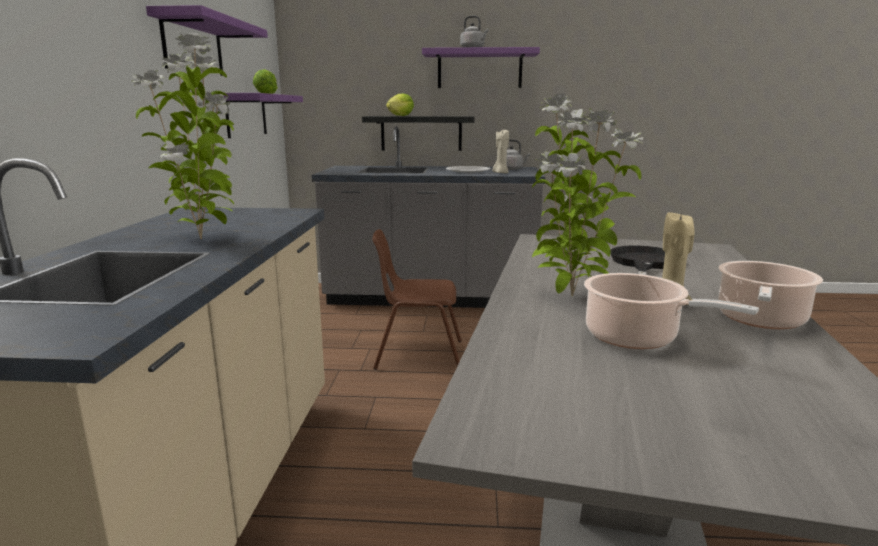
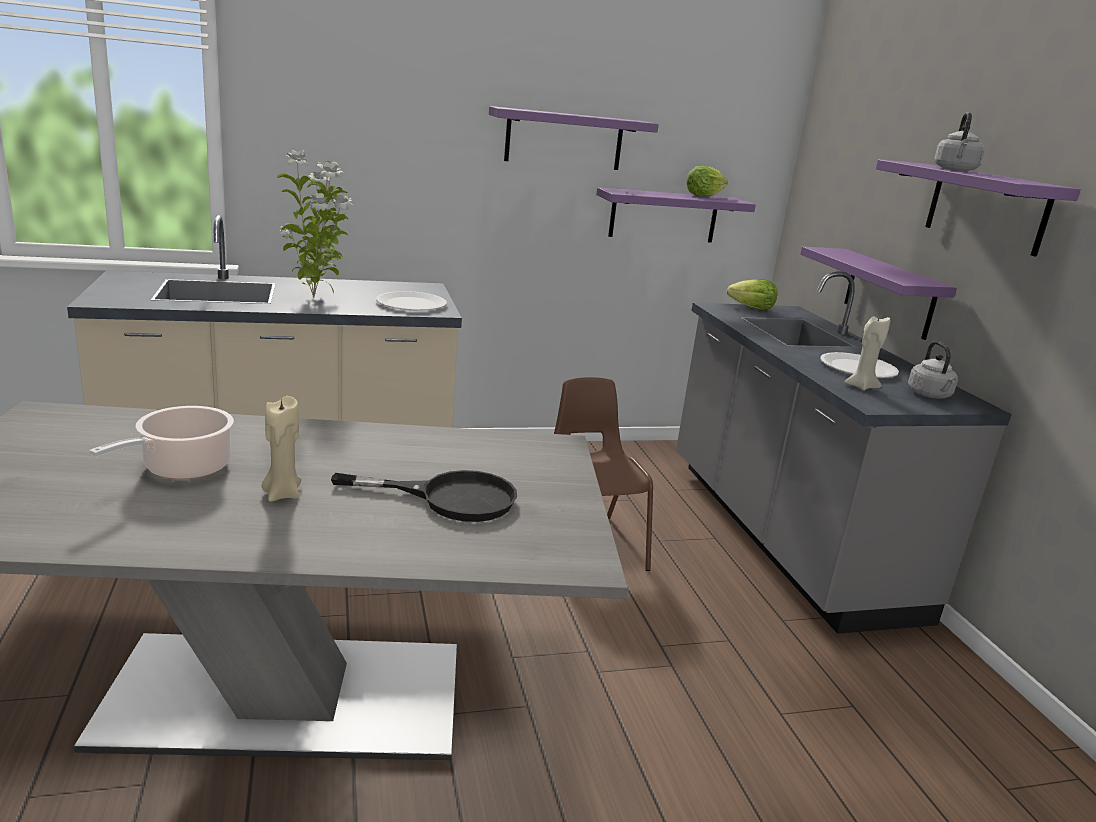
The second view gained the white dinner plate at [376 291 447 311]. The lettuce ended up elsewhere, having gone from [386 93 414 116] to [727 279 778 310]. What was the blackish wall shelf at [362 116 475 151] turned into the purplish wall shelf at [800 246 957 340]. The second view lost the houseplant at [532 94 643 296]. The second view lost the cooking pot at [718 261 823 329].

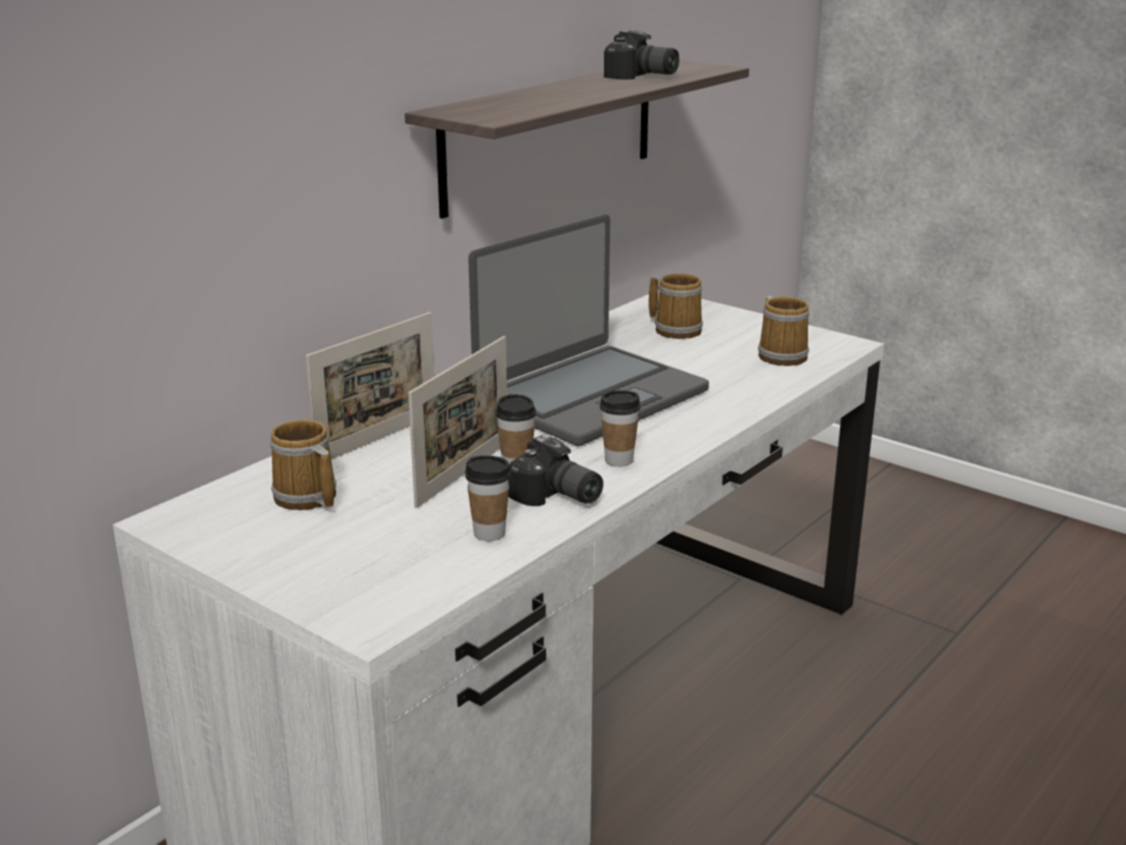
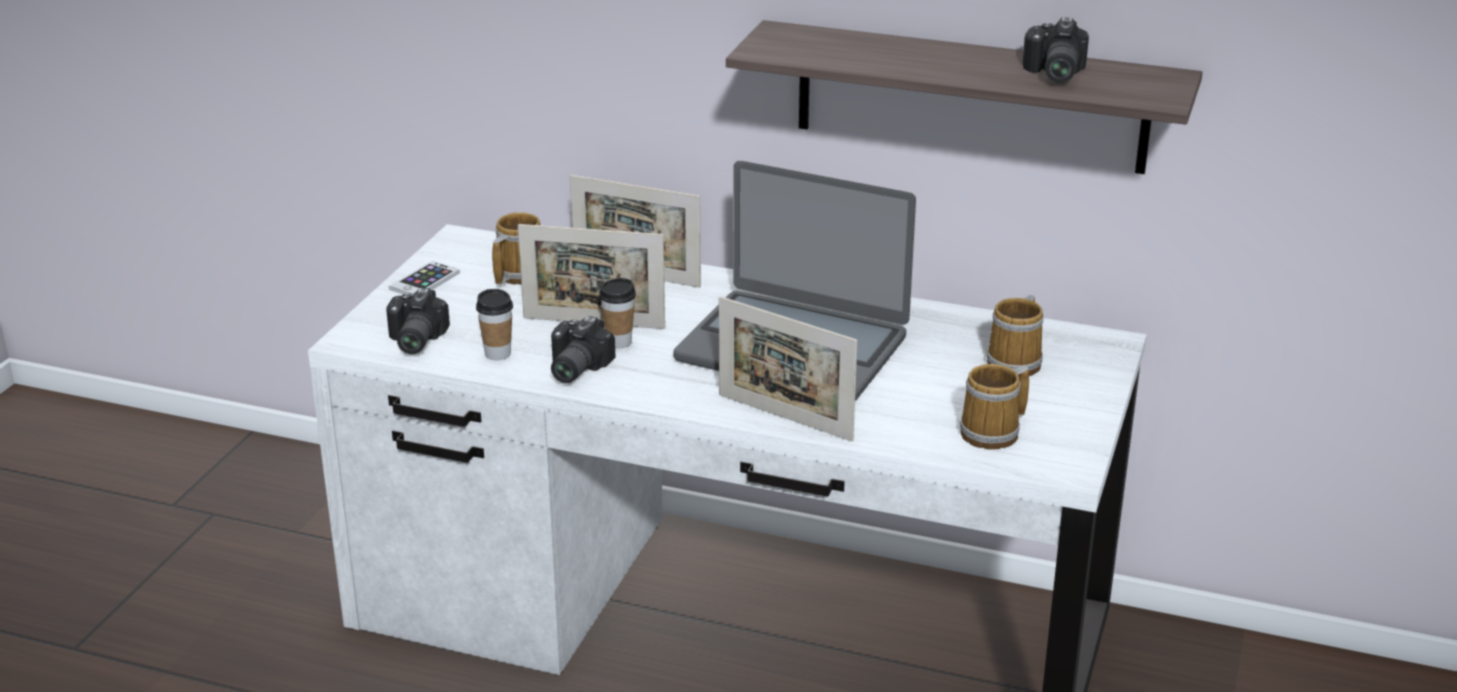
The second view gained the still camera at [386 288 450 354]. The second view gained the handset at [389 261 460 296]. The second view gained the standing frame at [719 296 858 441]. The second view lost the small cup at [600 390 641 467].

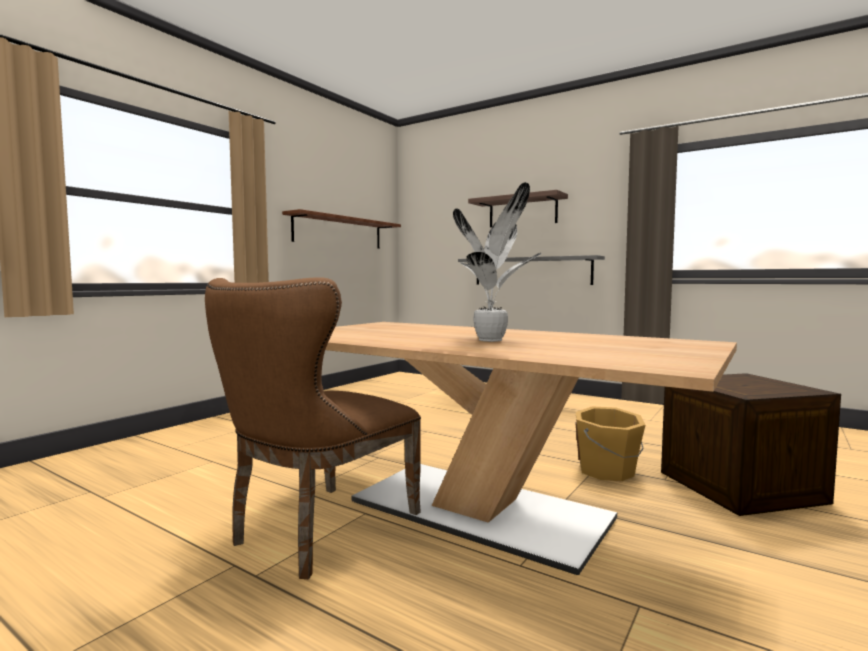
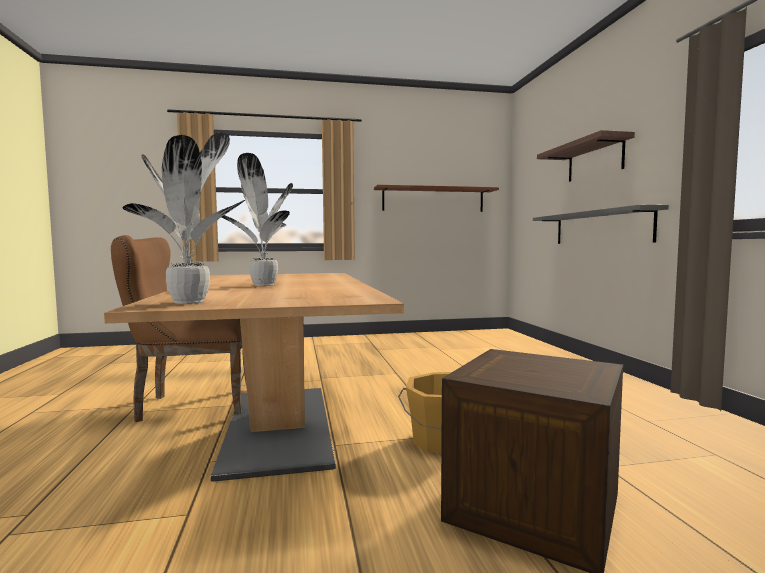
The second view gained the houseplant at [123 133 245 304].

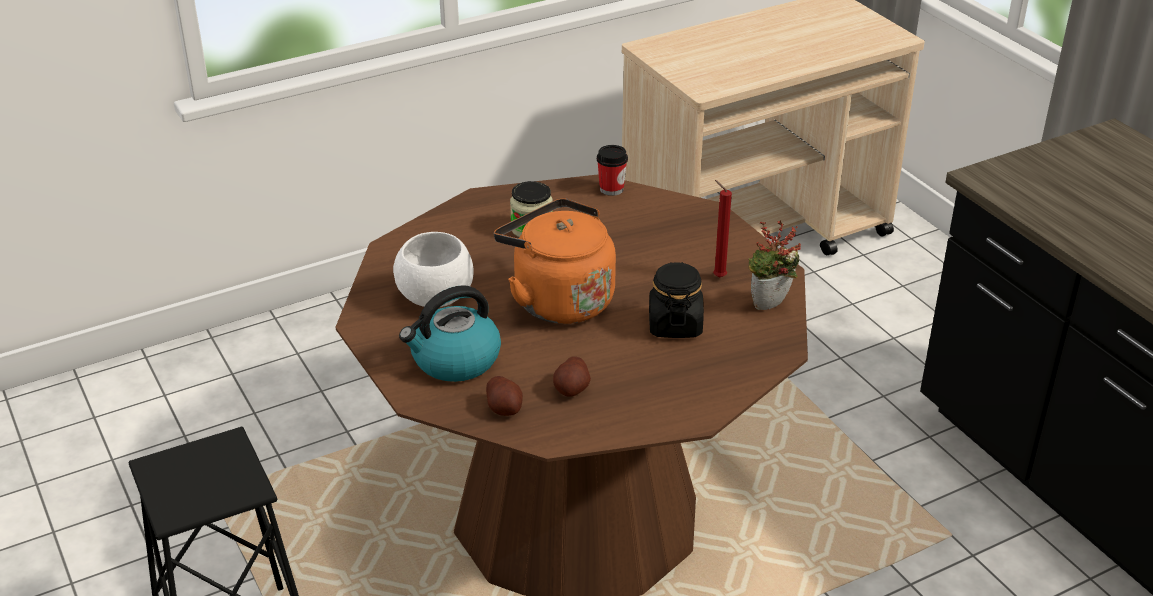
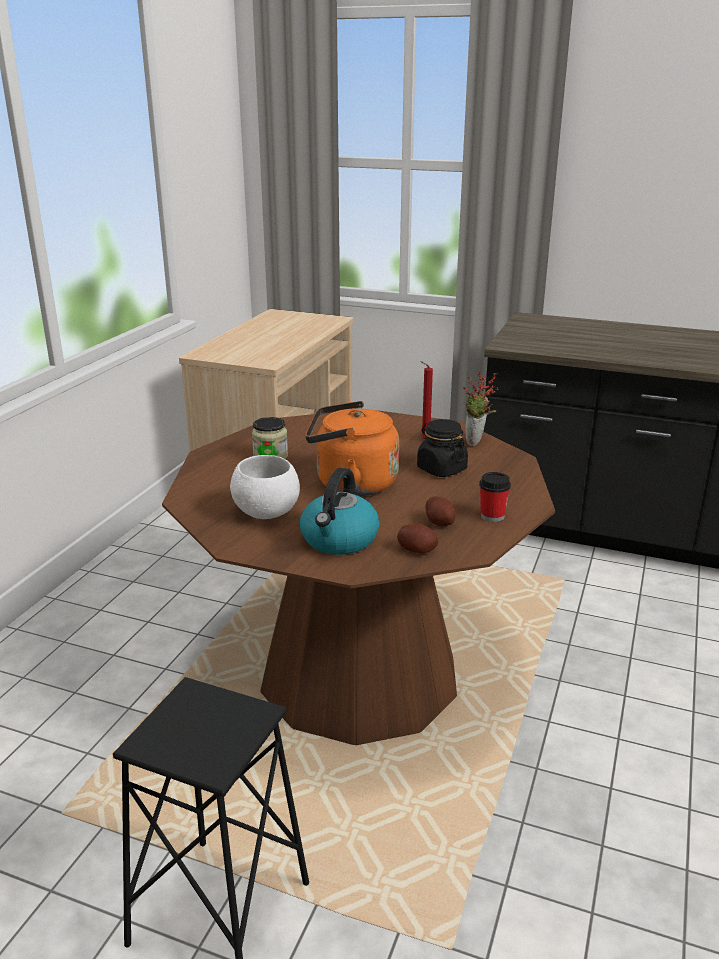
The small cup ended up elsewhere, having gone from [597 145 628 196] to [479 472 511 522].

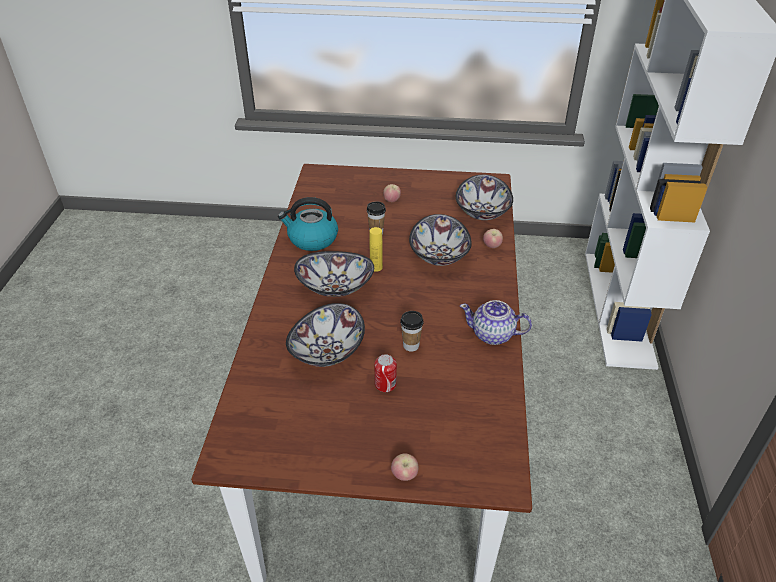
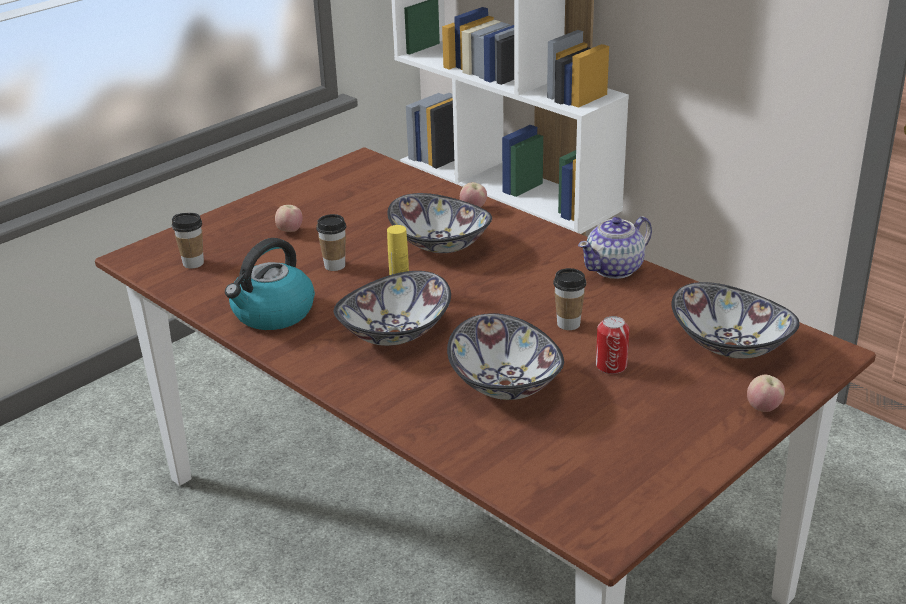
The second view gained the small cup at [172 213 204 269]. The serving bowl ended up elsewhere, having gone from [456 175 513 220] to [672 282 800 359].

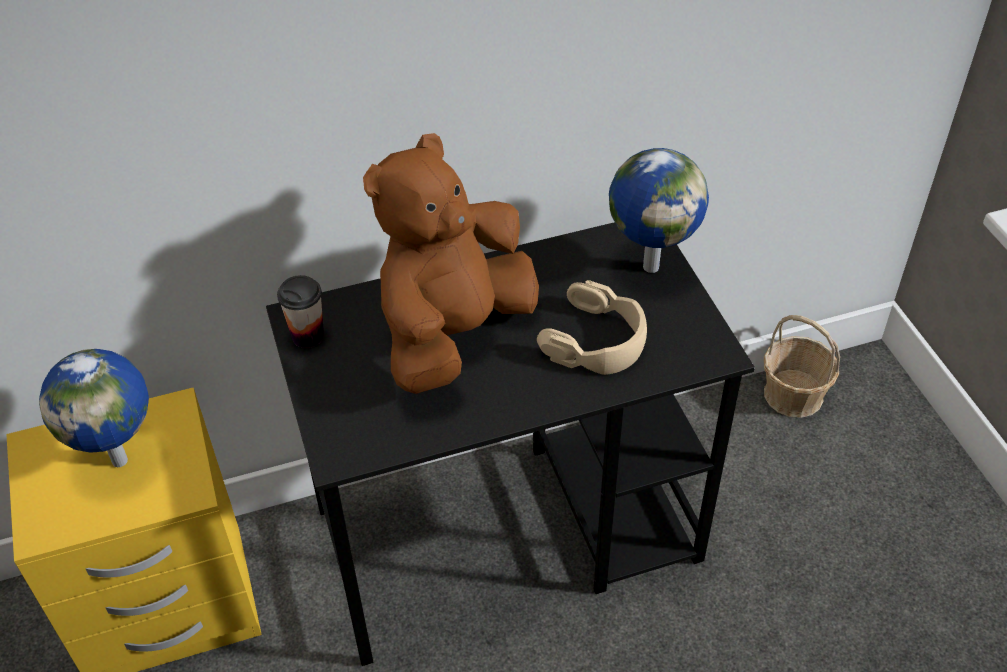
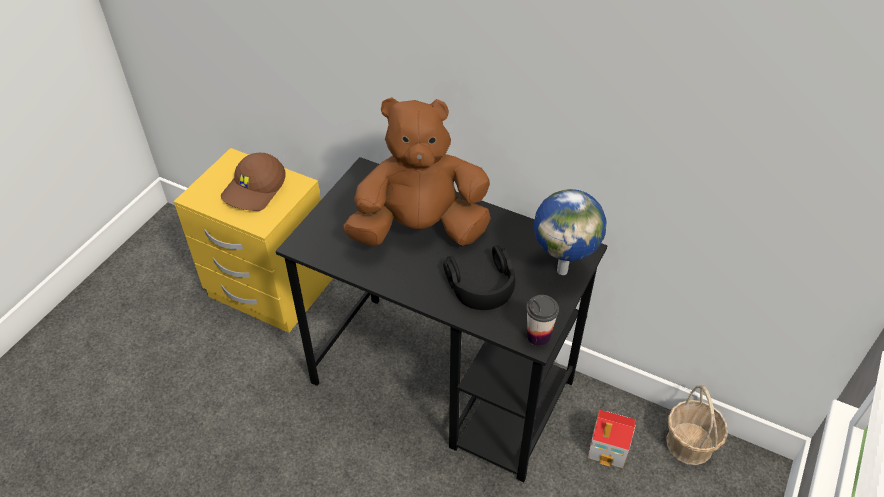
Where the globe stood at [39 349 149 467], the brown-coloured cap came to stand at [221 153 285 211]. What was the beige headset at [537 280 647 375] turned into the blackish headset at [443 245 515 310]. The small cup ended up elsewhere, having gone from [277 275 324 348] to [526 295 559 346]. The second view gained the toy house at [587 410 635 468].

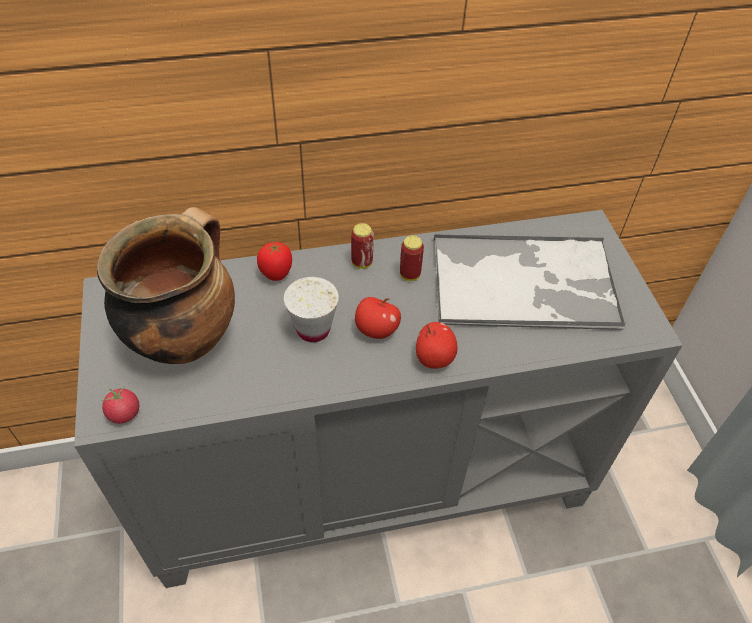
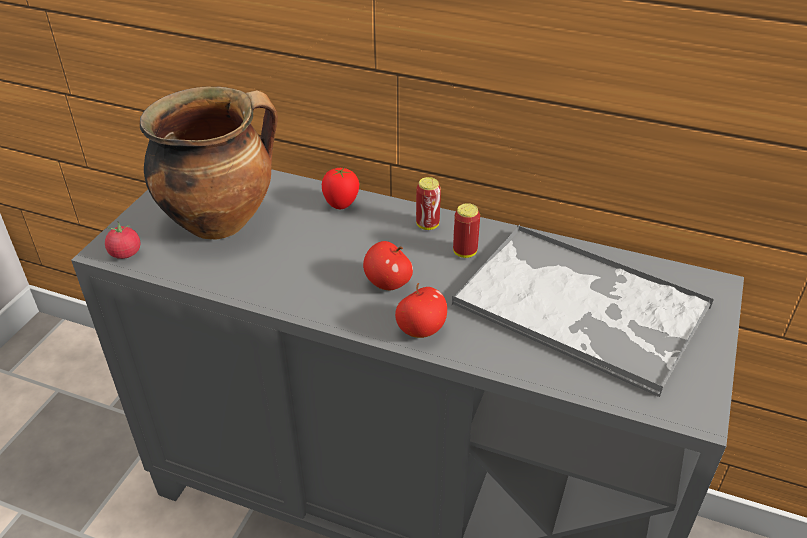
The second view lost the white small cup at [284 277 339 342].

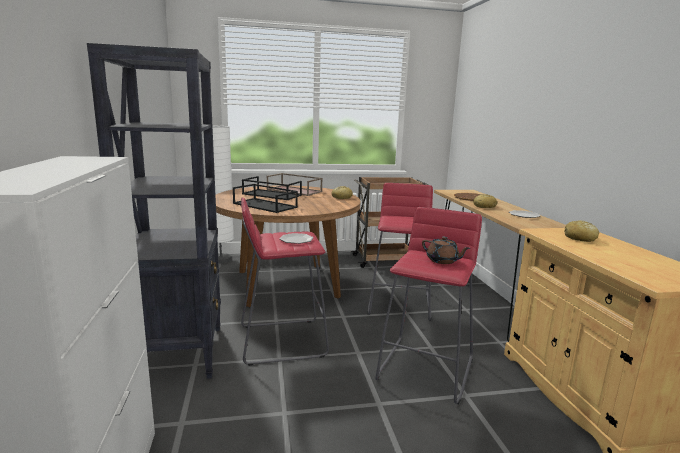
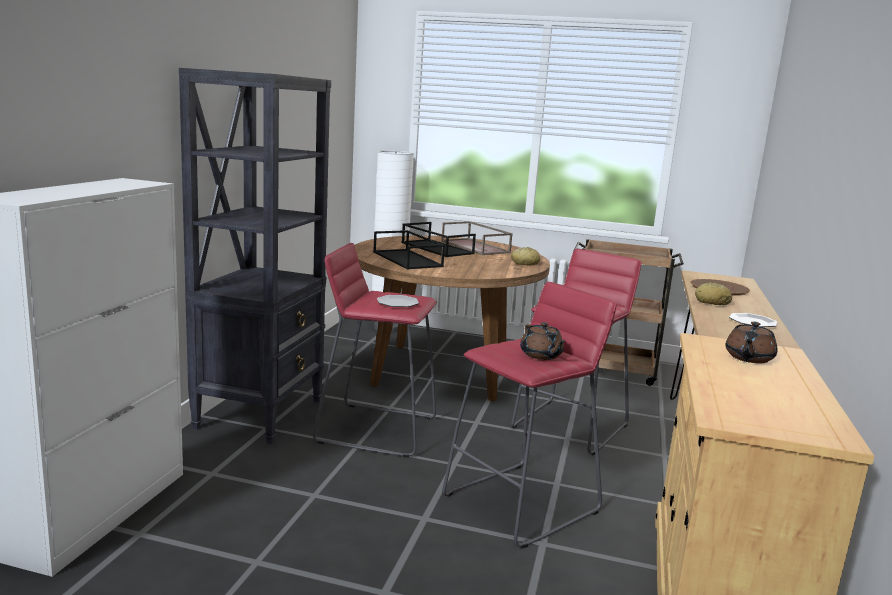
Where the bakery bread stood at [564 220 599 242], the brown-coloured pot for tea came to stand at [725 321 777 364].

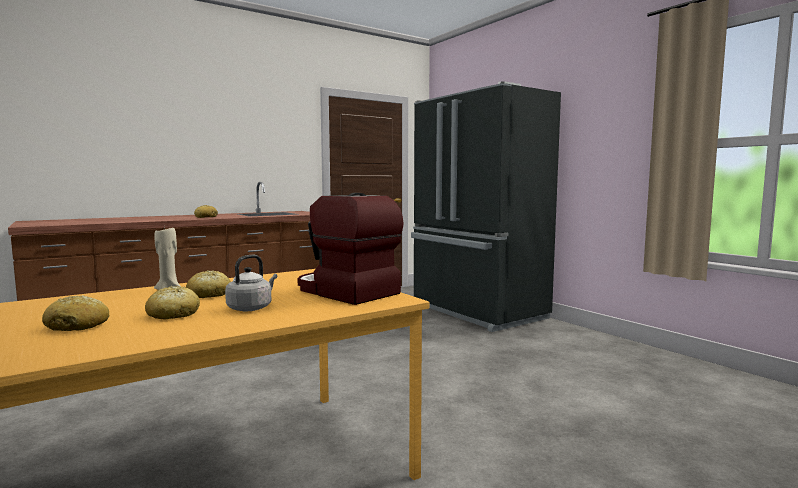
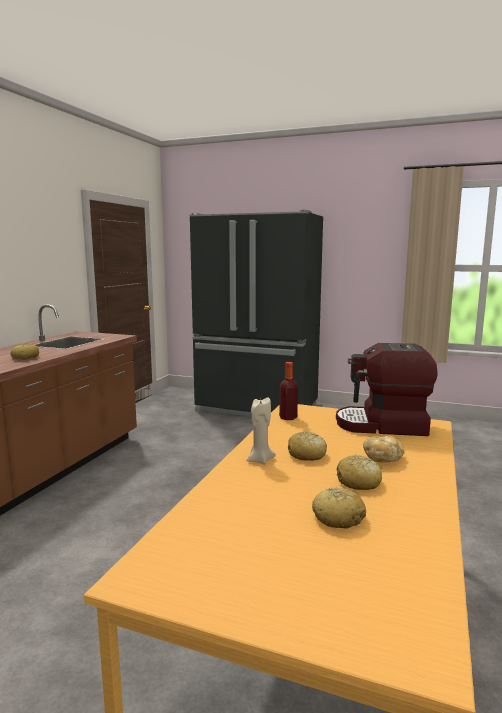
The second view gained the beverage bottle at [279 362 298 420]. Where the gray tea kettle stood at [225 255 277 311], the bakery bread came to stand at [363 436 404 463].

